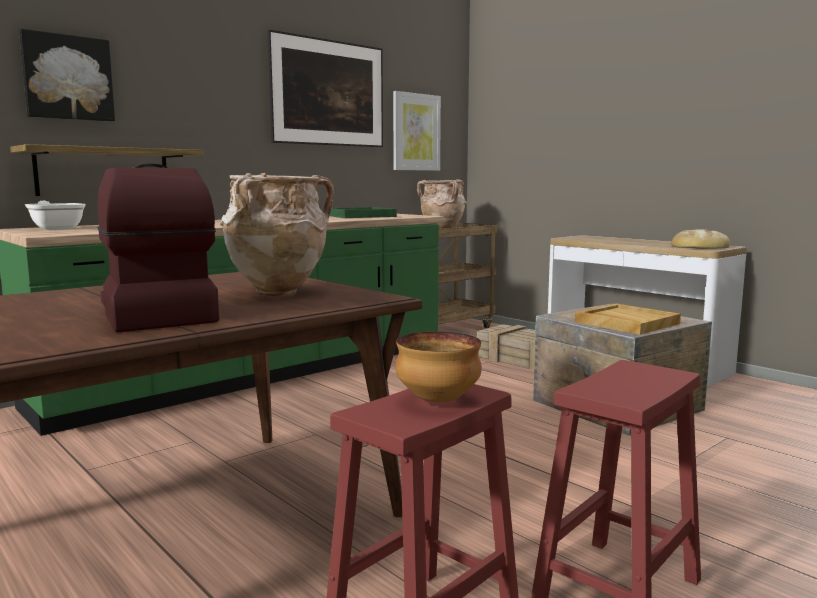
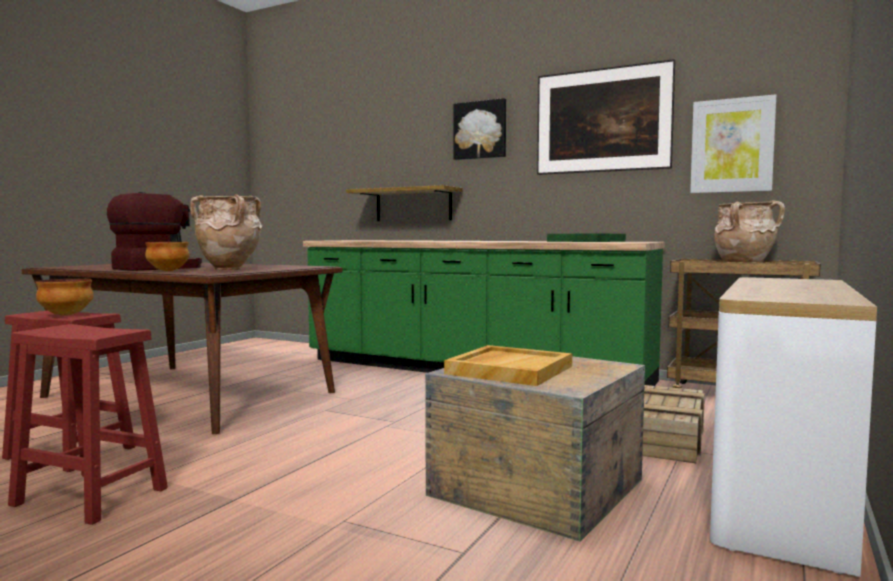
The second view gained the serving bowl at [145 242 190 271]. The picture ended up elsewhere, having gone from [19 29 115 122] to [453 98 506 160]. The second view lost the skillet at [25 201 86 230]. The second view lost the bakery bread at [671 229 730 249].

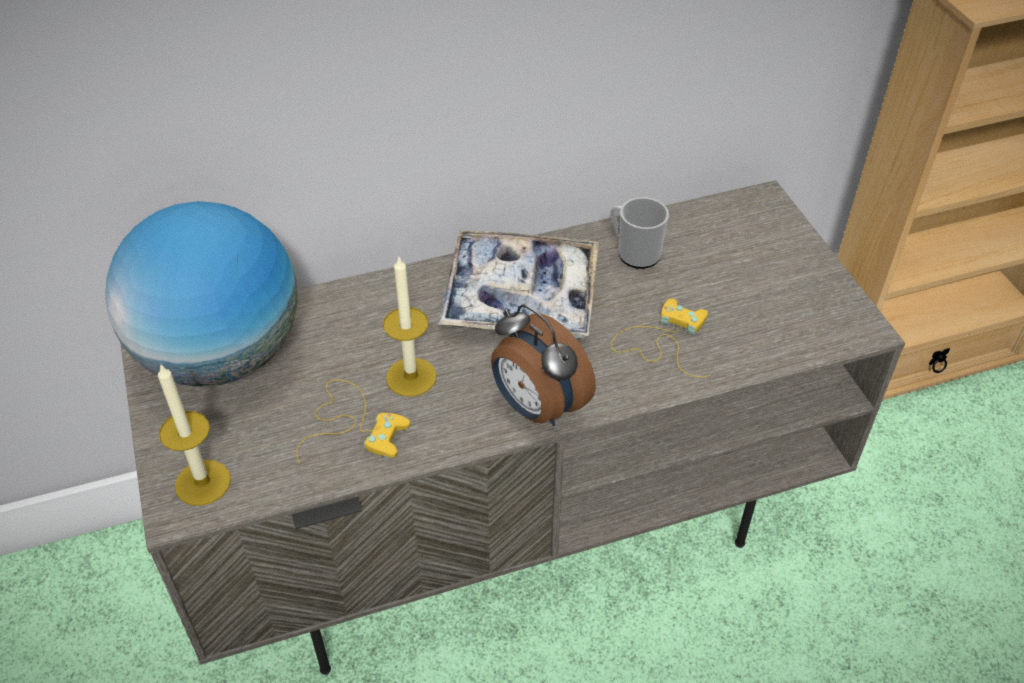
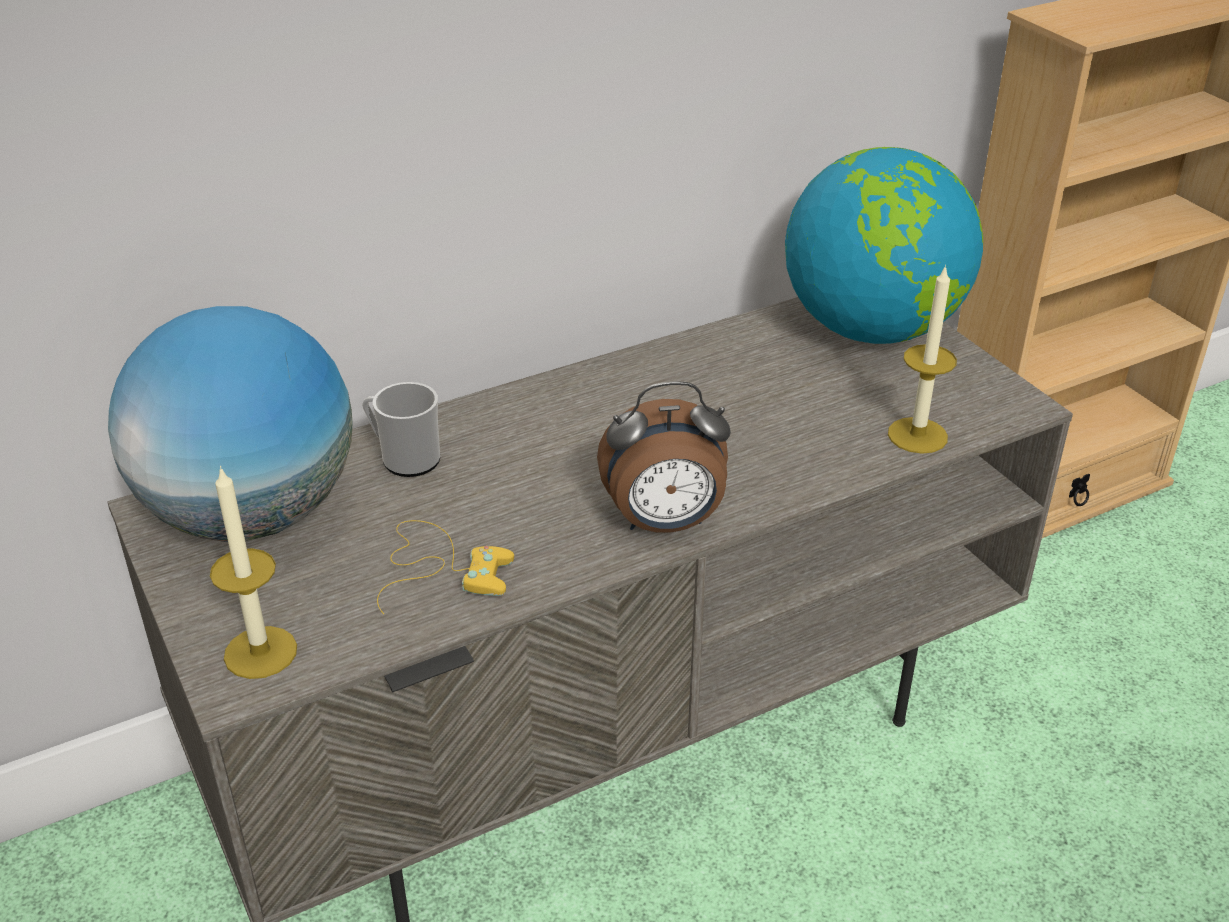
The coffee mug ended up elsewhere, having gone from [610 197 669 269] to [362 382 440 477]. The bedside clock at [491 304 596 426] ended up facing another way, 45 degrees counterclockwise from before. The second view gained the globe at [785 147 983 344]. The candle ended up elsewhere, having gone from [383 255 437 396] to [888 265 957 454]. The second view lost the carrying tray at [438 231 599 339]. The second view lost the yellow-coloured gamepad at [611 298 710 377].

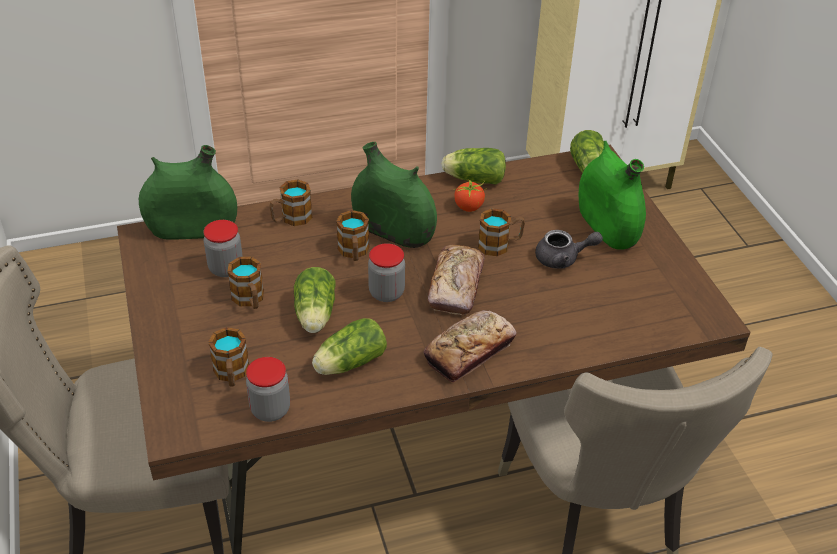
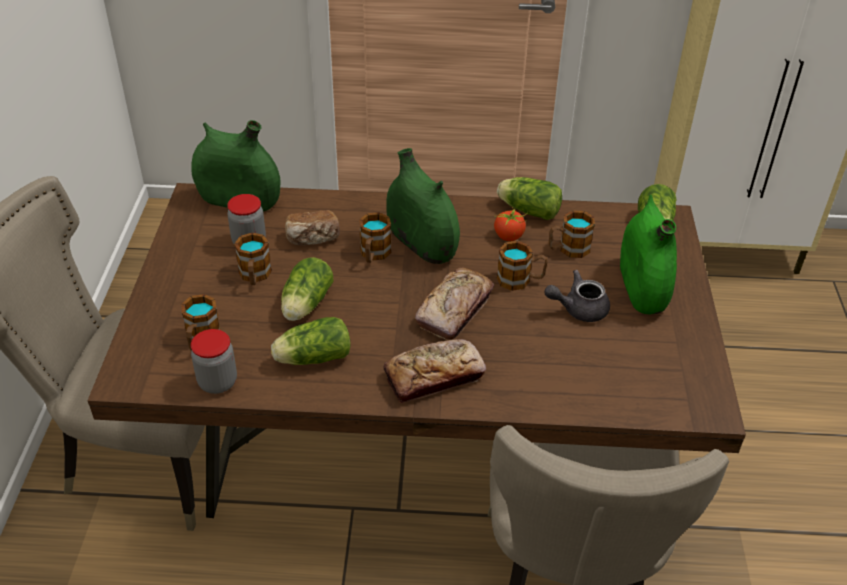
The second view gained the bakery bread at [285 210 340 245]. The gray pot for tea at [535 230 603 269] ended up facing another way, 150 degrees clockwise from before. The coffee mug ended up elsewhere, having gone from [269 179 313 226] to [549 210 595 258]. The second view lost the storage jar at [368 243 405 302].

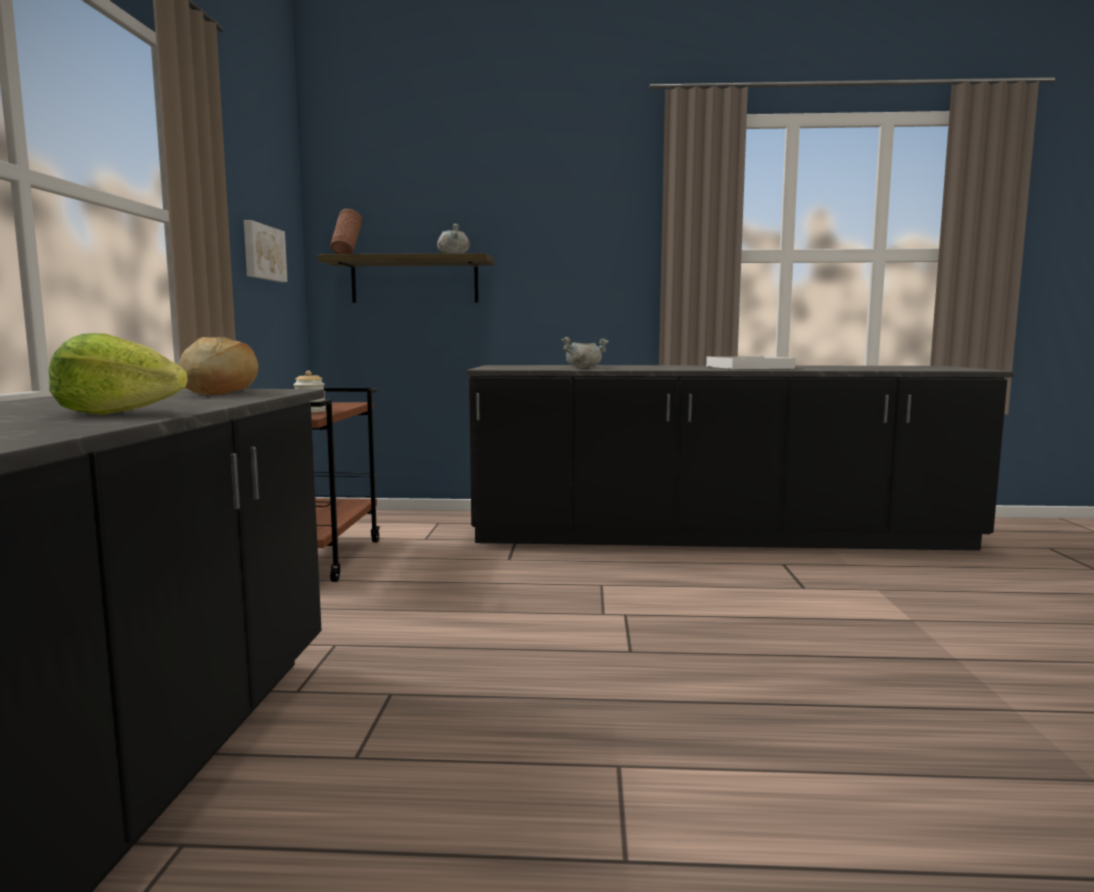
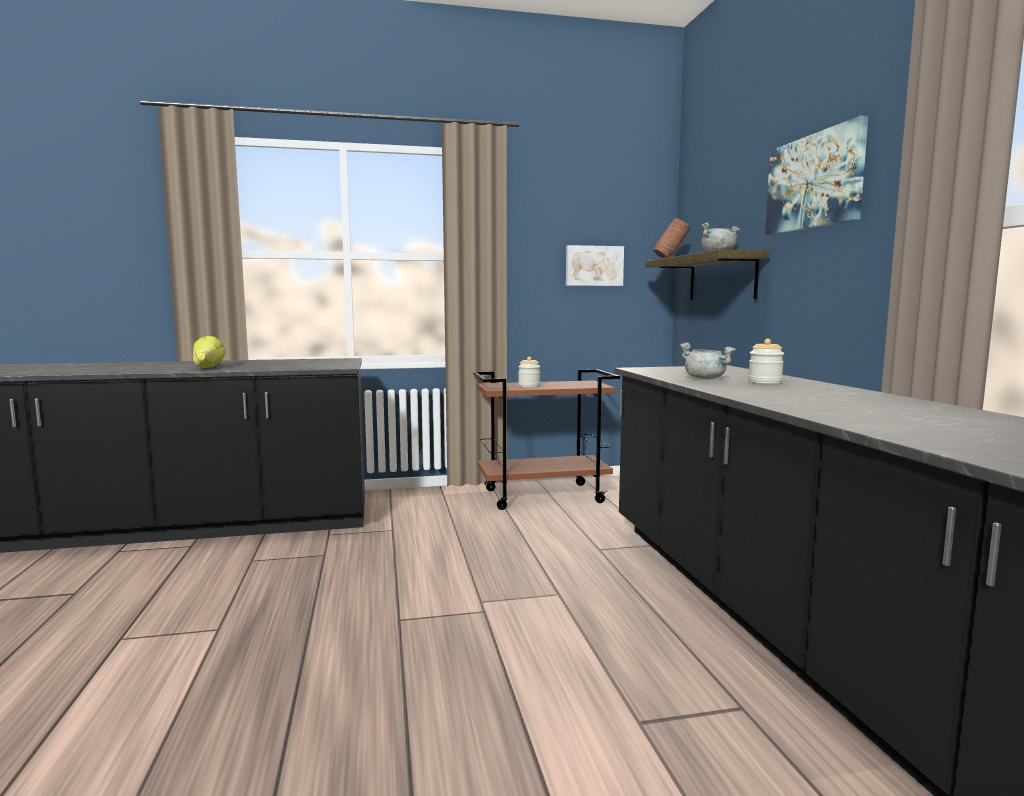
The second view gained the storage jar at [748 339 784 384]. The second view gained the picture at [765 115 868 235]. The second view lost the bakery bread at [178 337 258 395]. The second view lost the white carrying tray at [706 356 796 369].

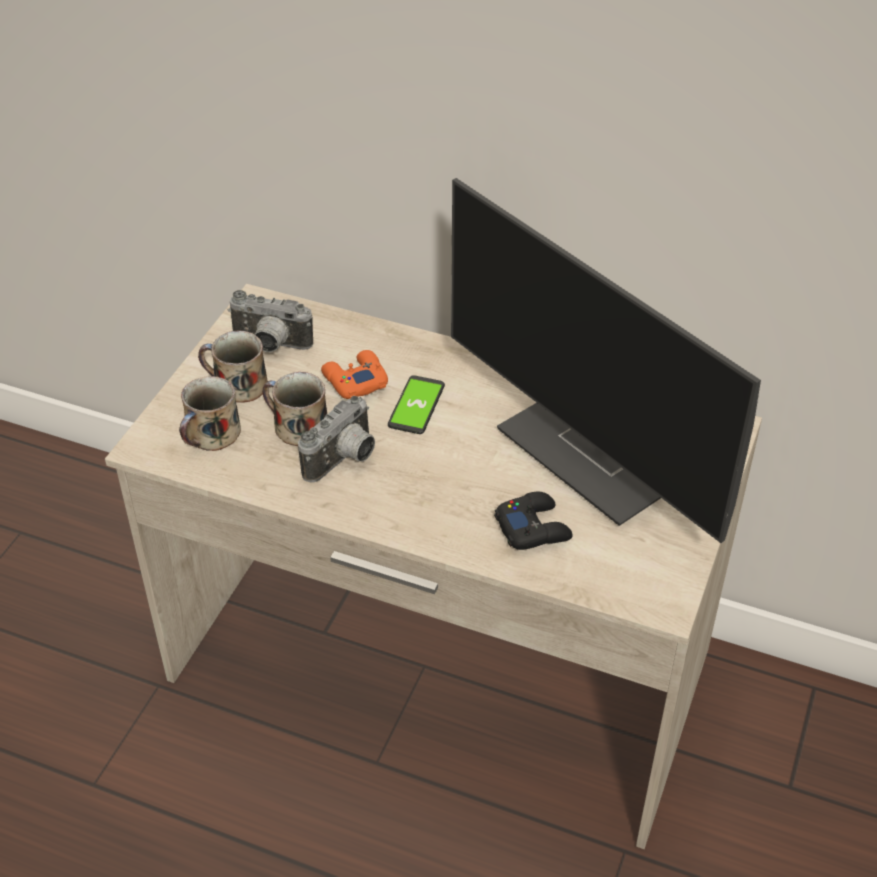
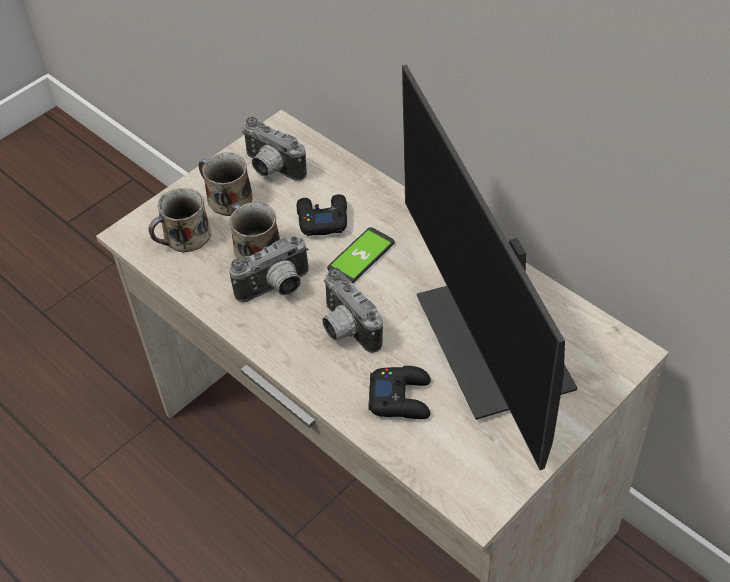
What was the orangey gamepad at [321 350 388 399] turned into the blackish gamepad at [297 194 347 236]. The second view gained the still camera at [322 268 383 353].

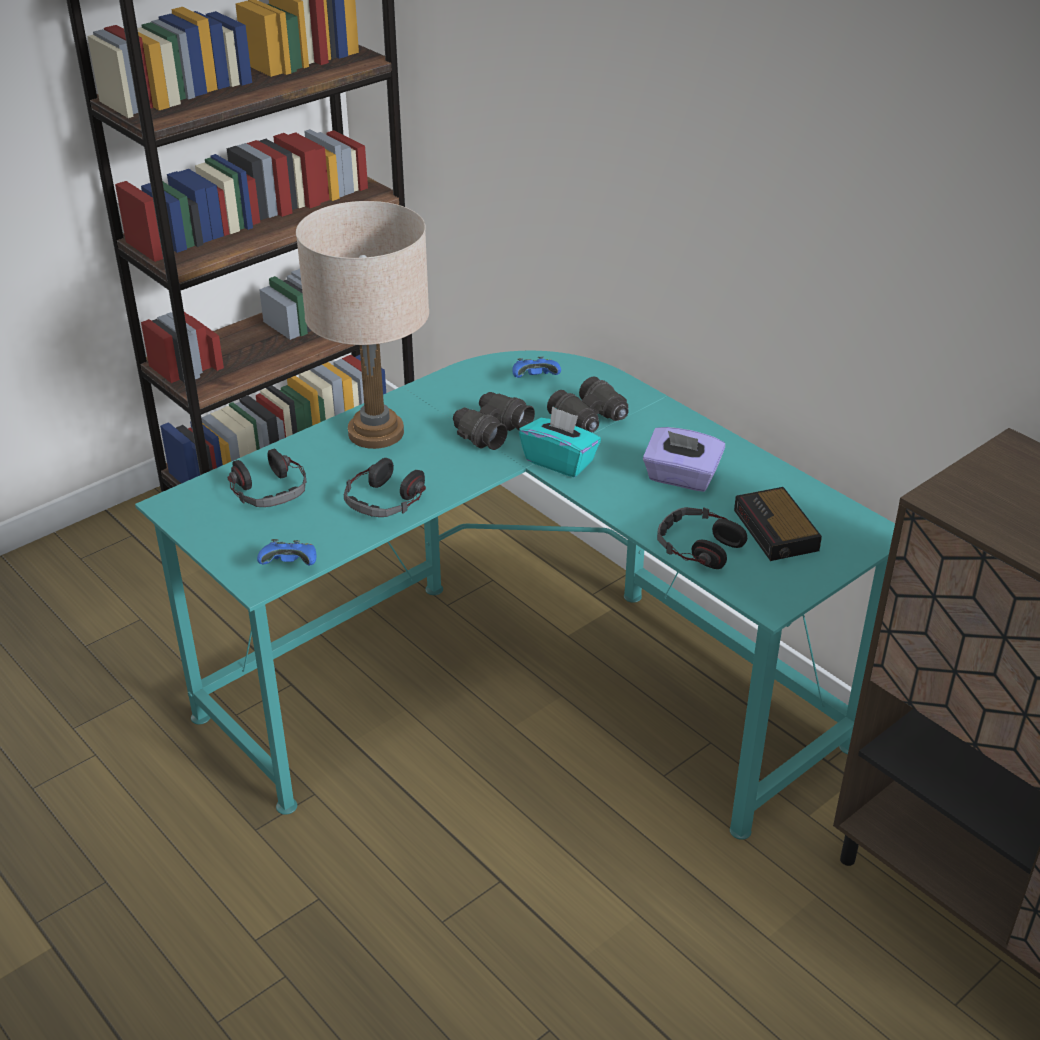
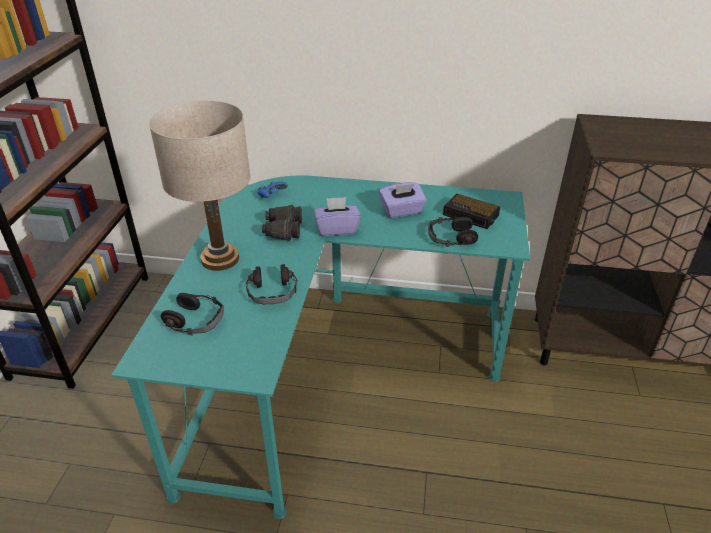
What was the turquoise tissue holder at [519 406 601 477] turned into the purplish tissue holder at [314 197 361 236]. The second view lost the bluish gamepad at [257 539 317 565]. The second view lost the blackish binoculars at [547 377 629 432].

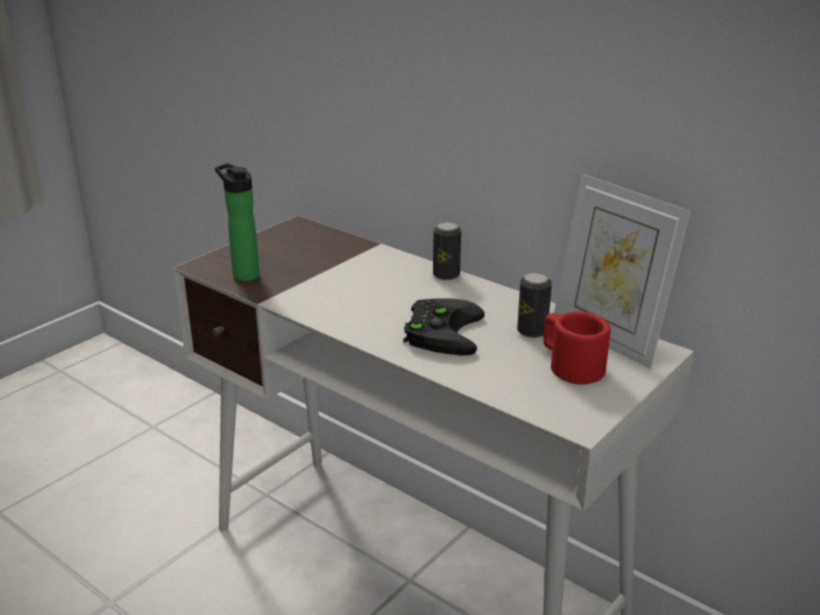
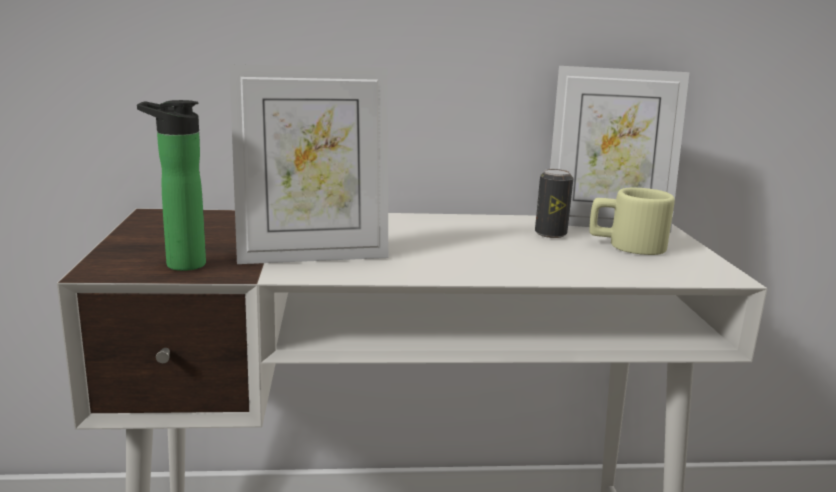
The second view gained the standing frame at [229 64 388 264]. What was the reddish coffee mug at [544 311 610 384] turned into the beige coffee mug at [590 188 675 255]. The second view lost the blackish gamepad at [403 298 484 355]. The second view lost the metal can at [433 221 461 280].

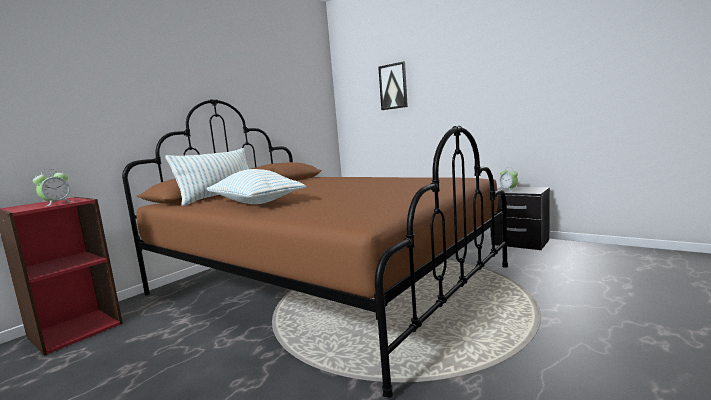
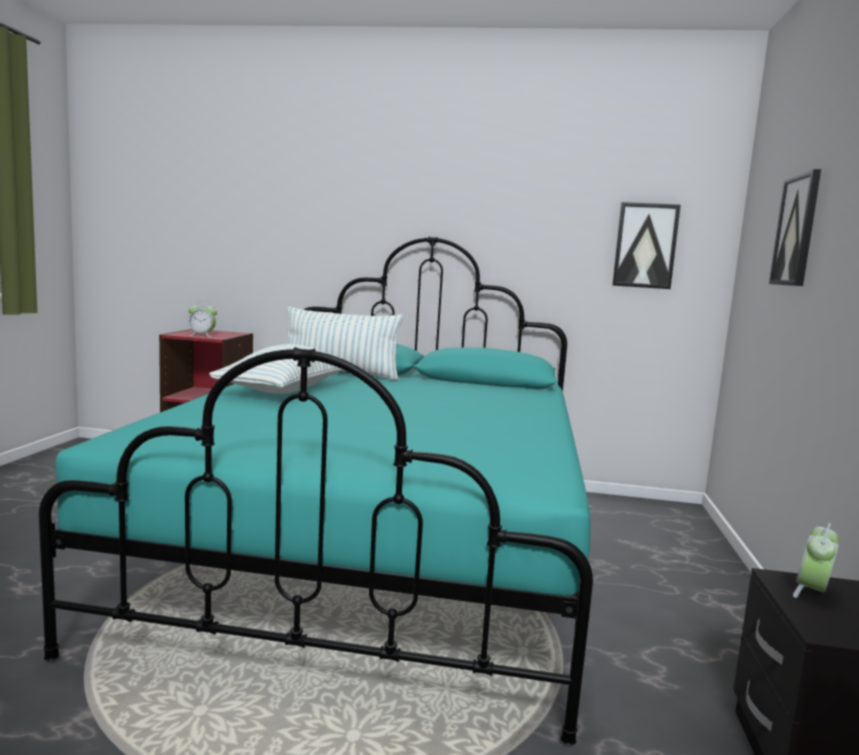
What was the brown-coloured sleeping bed at [122 99 508 398] turned into the turquoise sleeping bed at [39 236 593 745]. The second view gained the picture at [612 202 681 289].

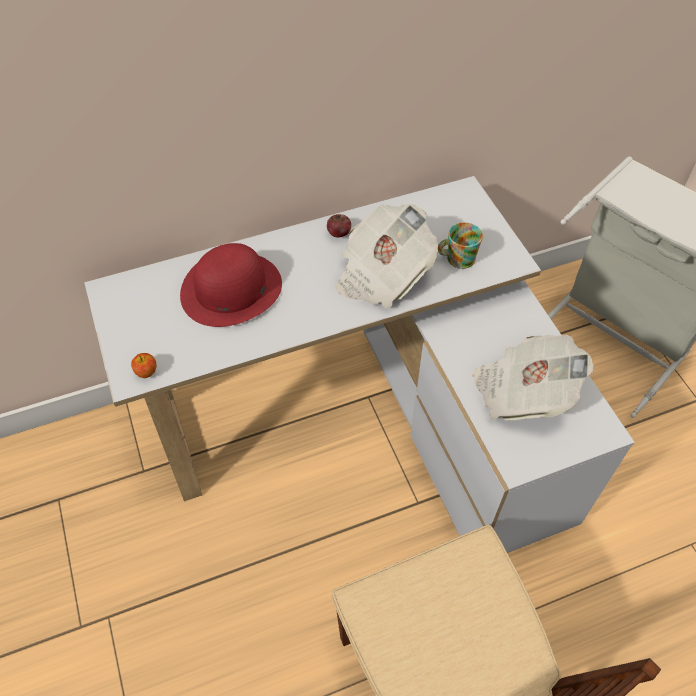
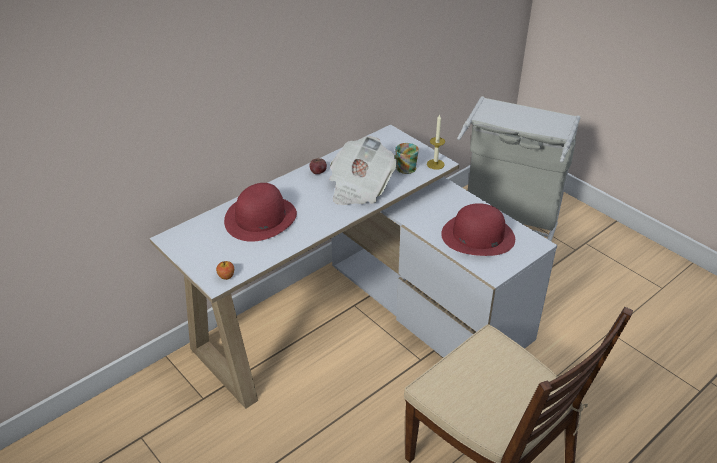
The second view gained the candle at [427 115 445 170]. Where the printed paper stood at [472 335 594 420], the reddish wearable hat came to stand at [441 203 515 256].

